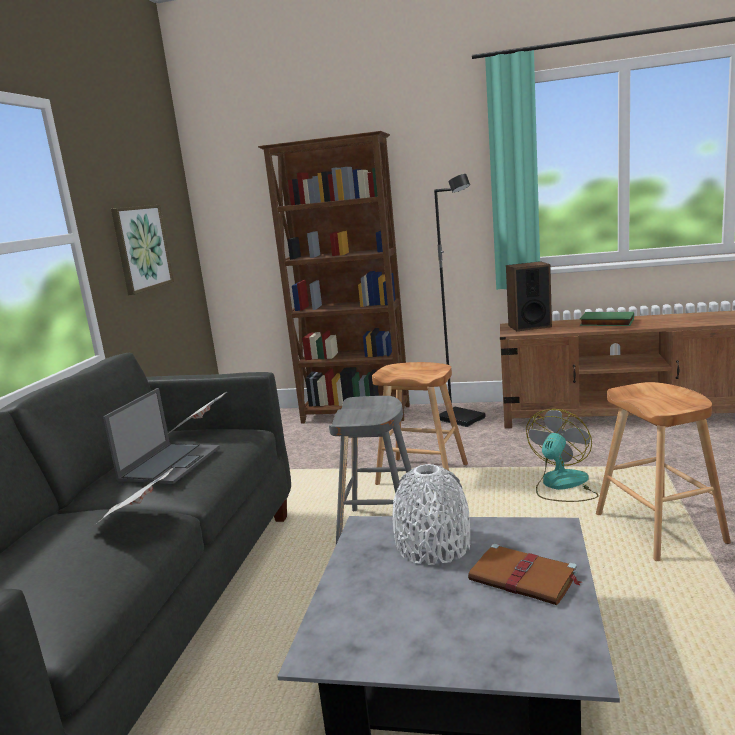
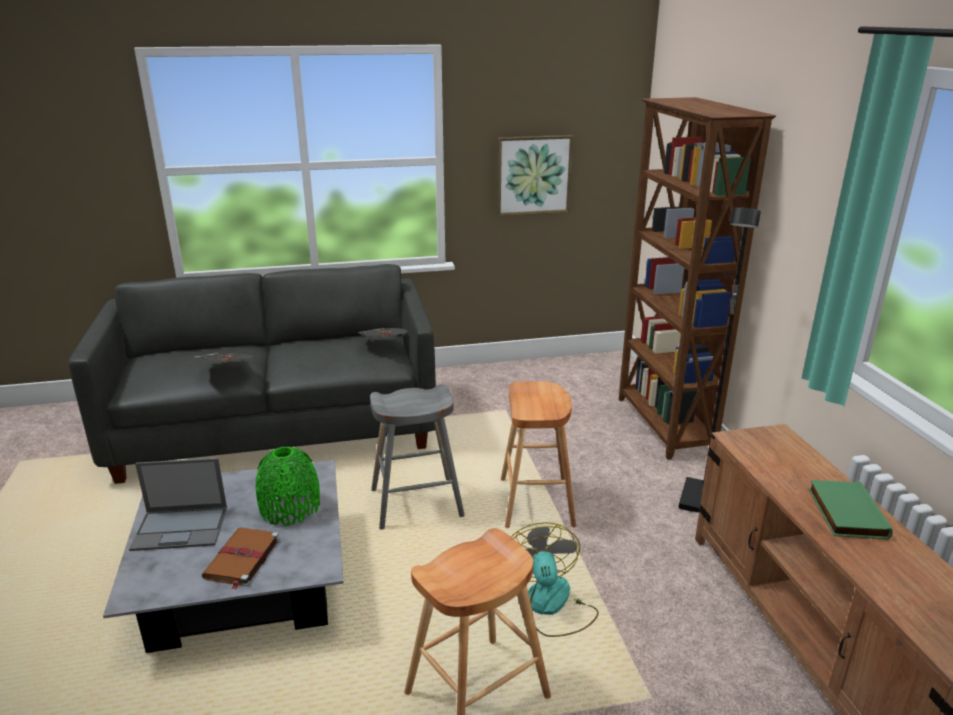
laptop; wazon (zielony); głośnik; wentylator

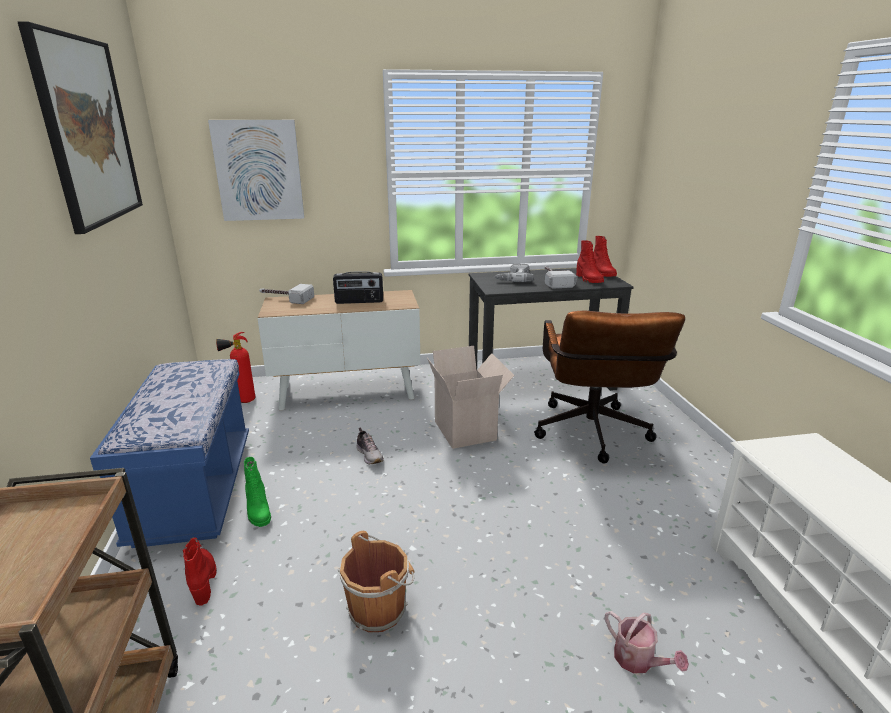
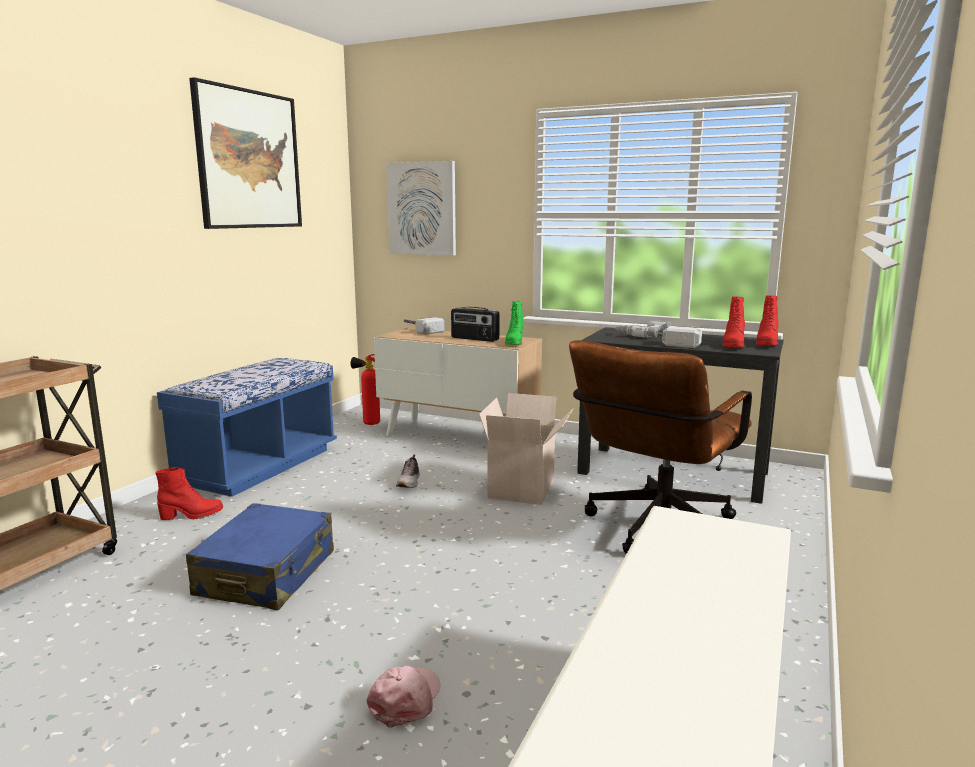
but z cholewką (czerwony) (no. 1 from left); but z cholewką (zielony); walizka (niebieski); czapka z daszkiem (różowy)

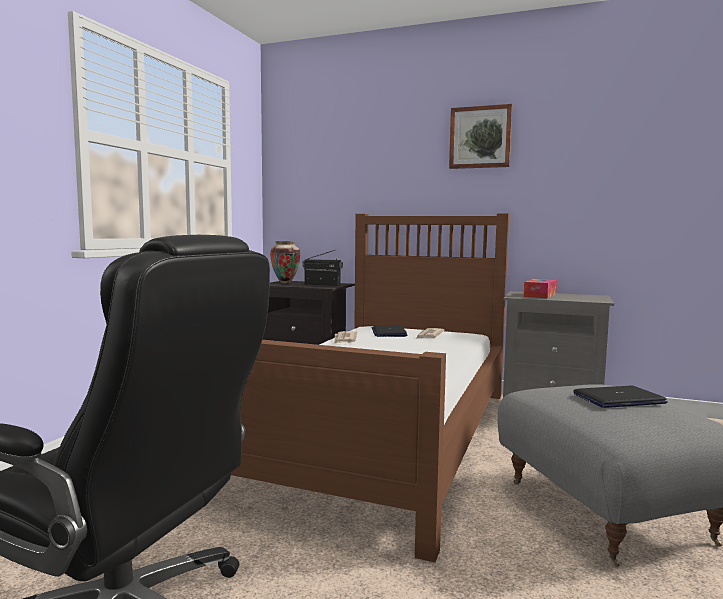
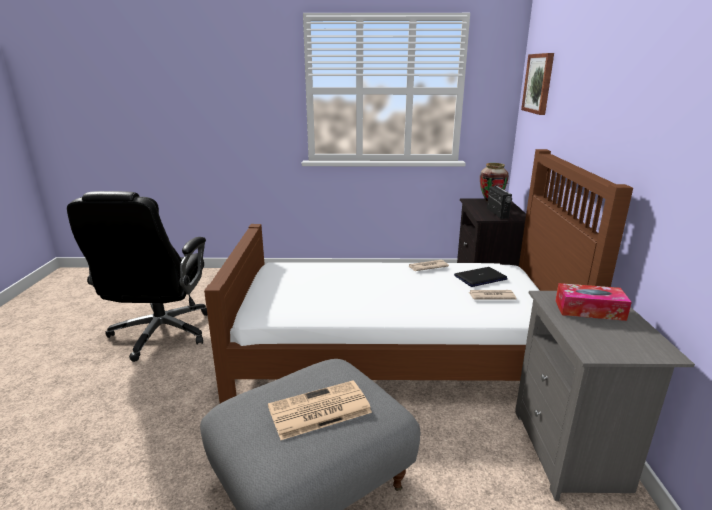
obraz; gazeta (no. 1 from left)

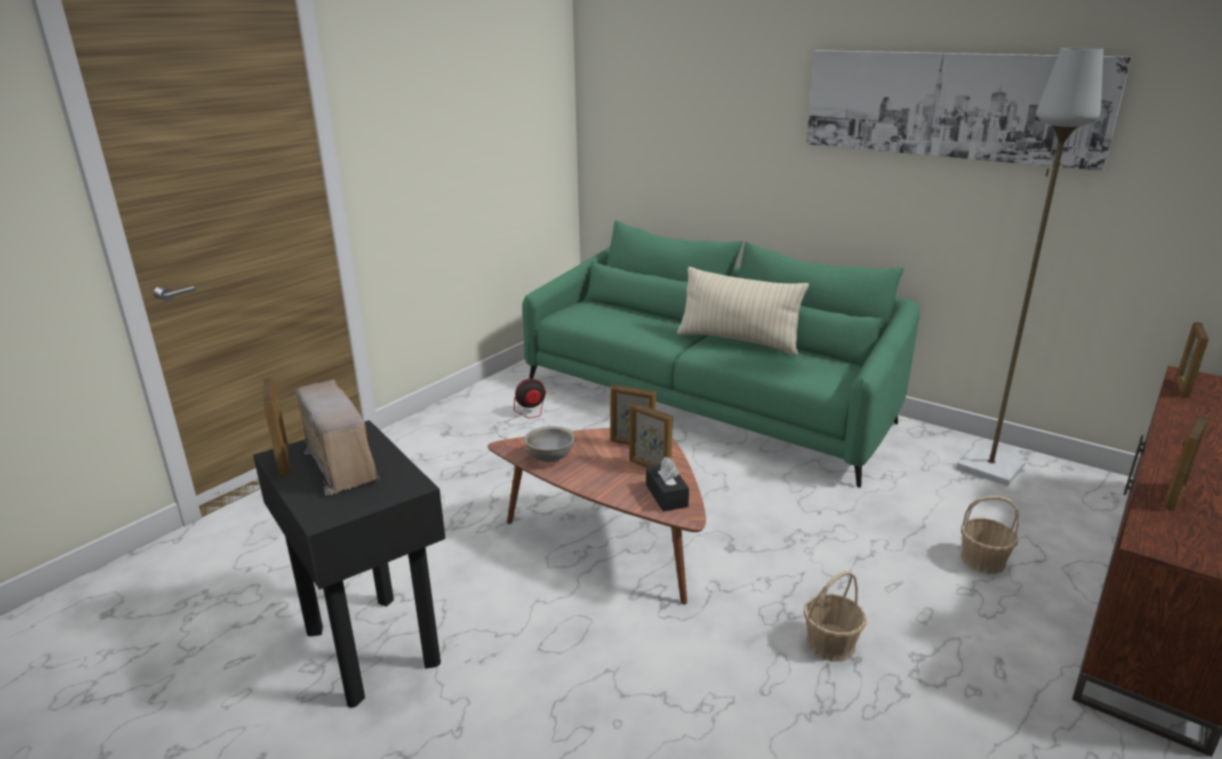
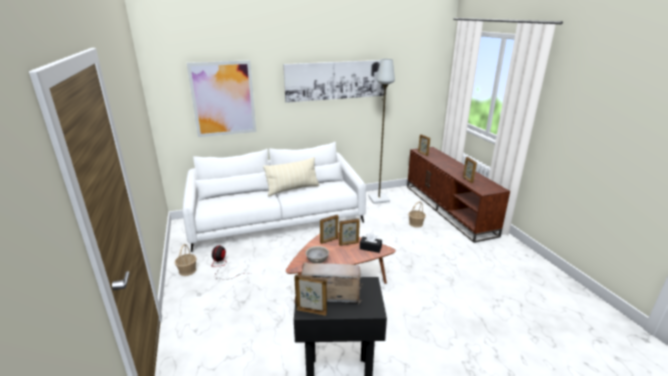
kanapa (biały); koszyk (no. 1 from left); obraz (no. 1 from left)

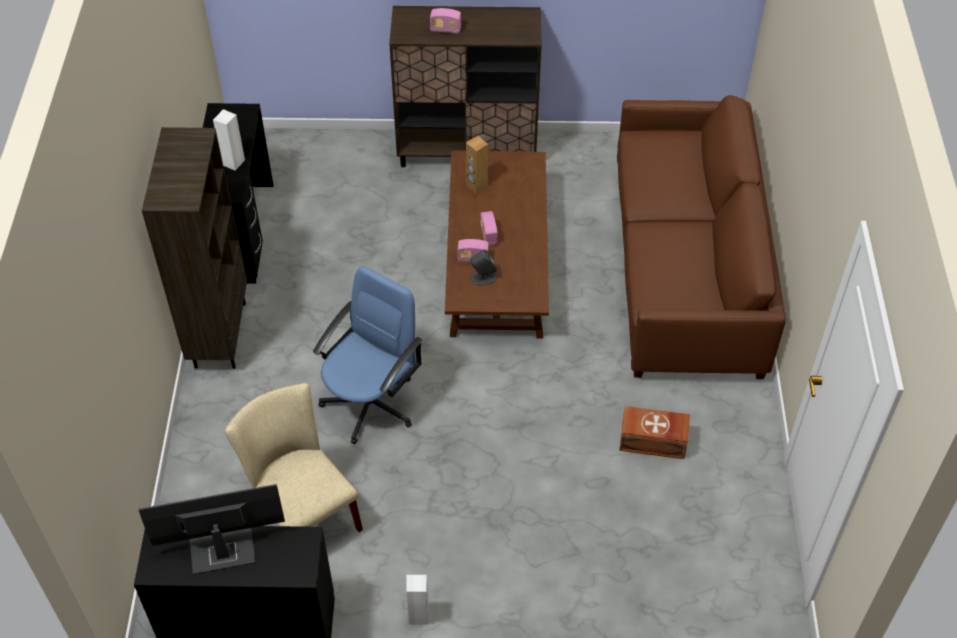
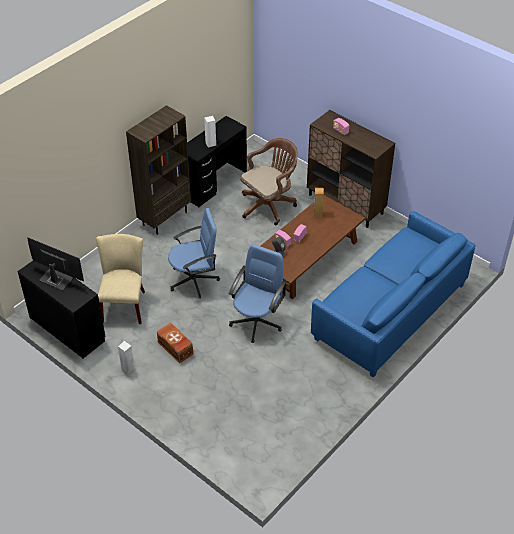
kanapa (niebieski); pojemnik do przechowywania (brązowy); krzesło biurowe (niebieski) (no. 2 from left); krzesło biurowe (brązowy)

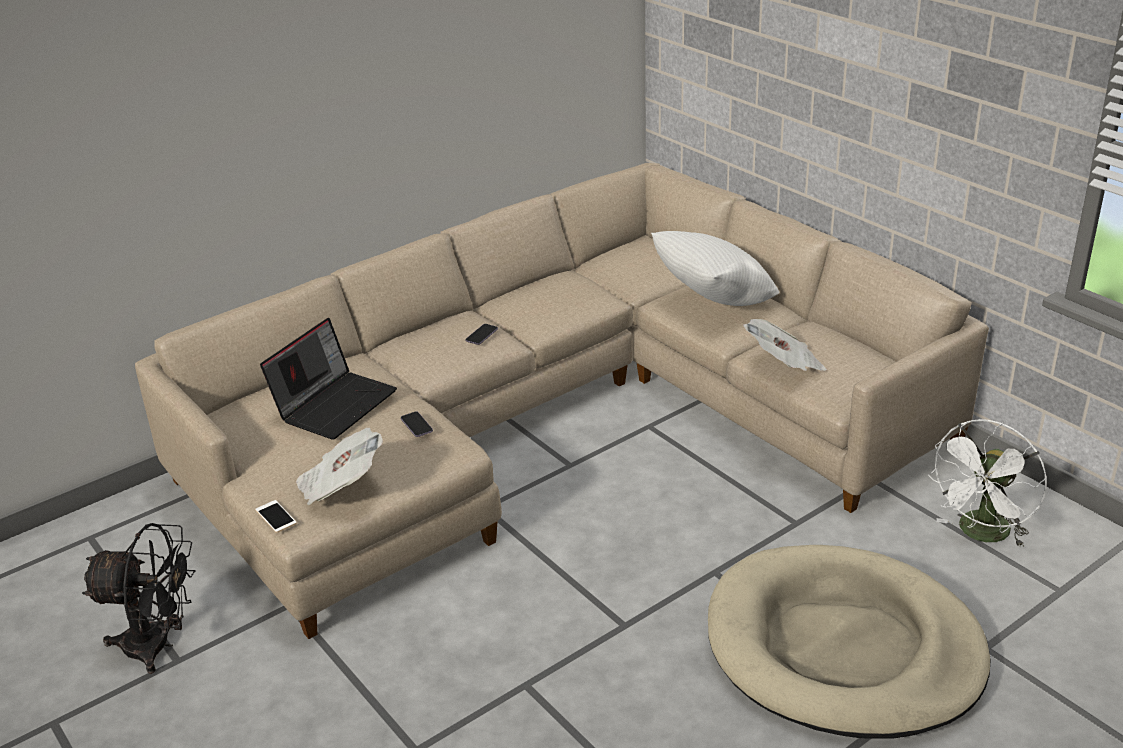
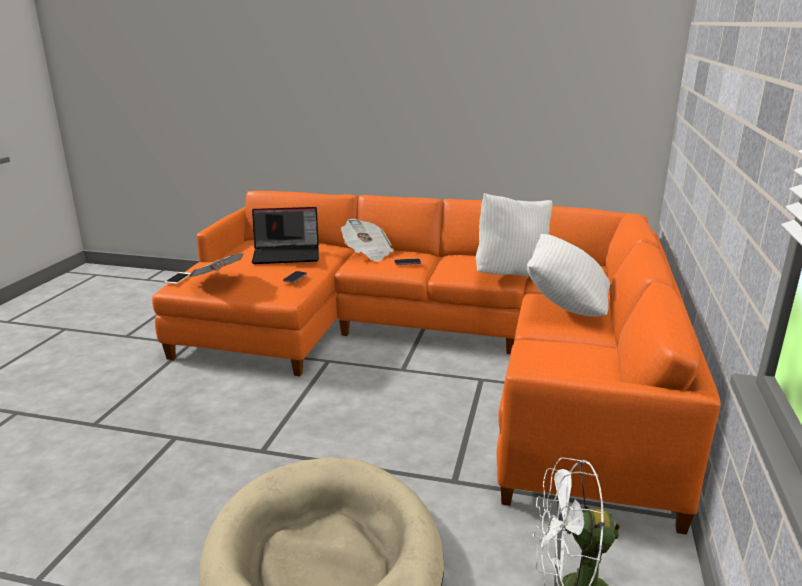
wentylator (czarny); kanapa (pomarańczowy); gazeta (no. 2 from left); poduszka (biały) (no. 1 from left)

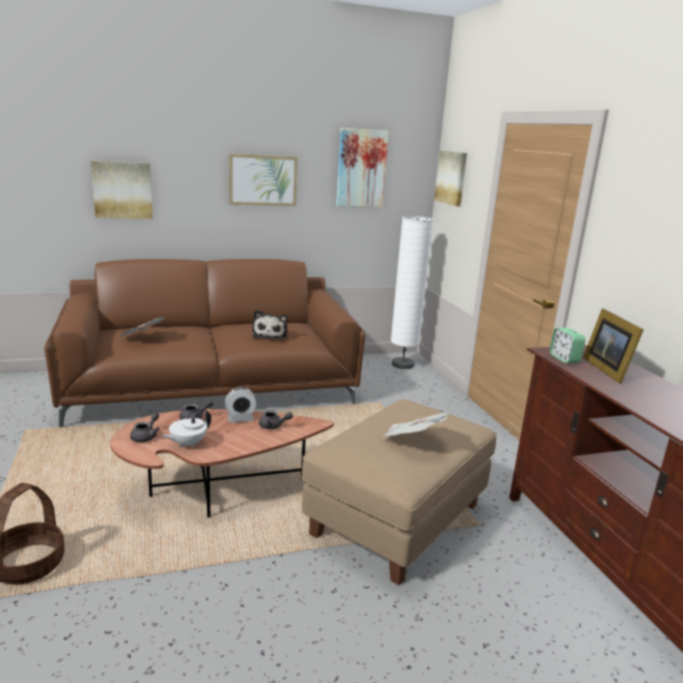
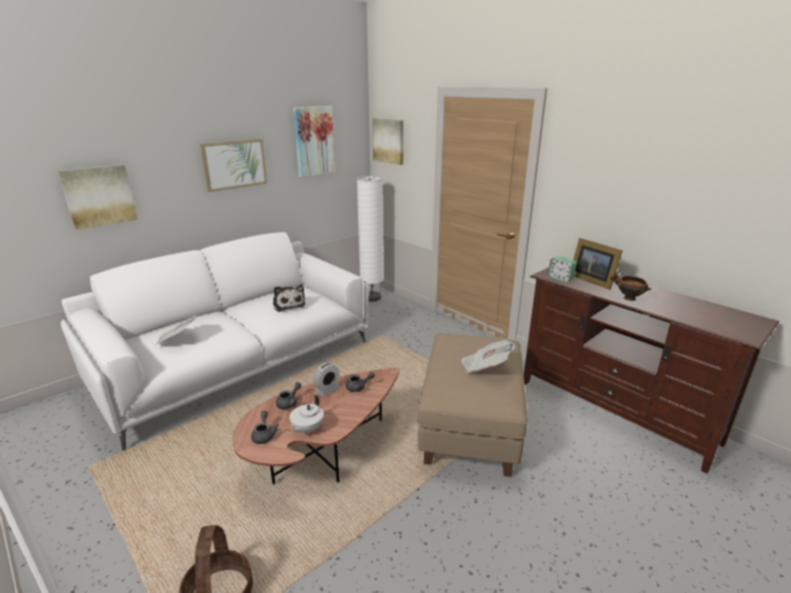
kanapa (biały); miska

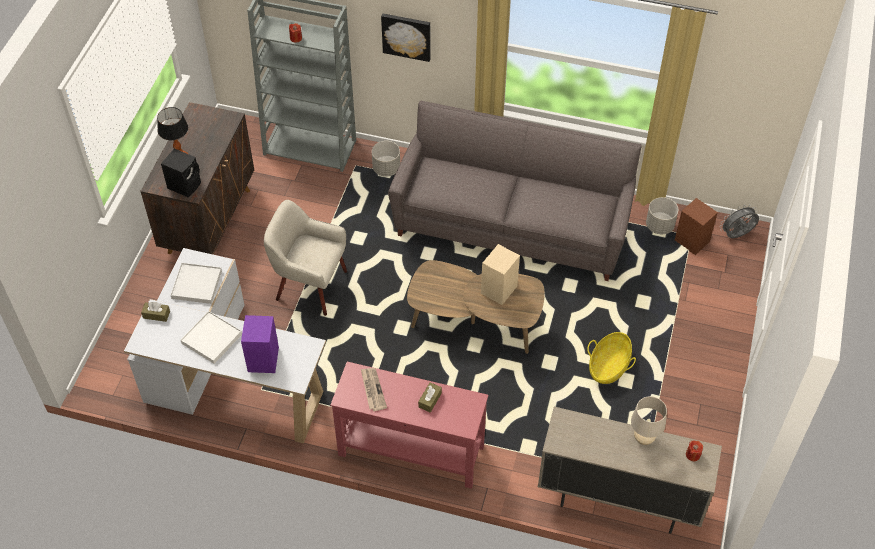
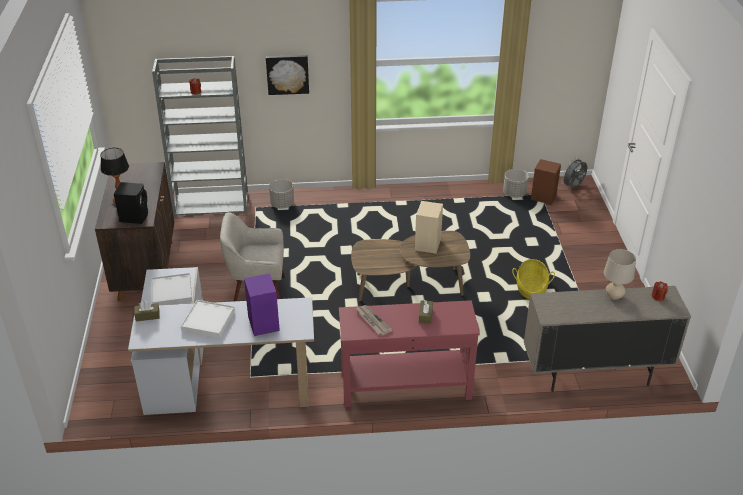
kanapa (szary)

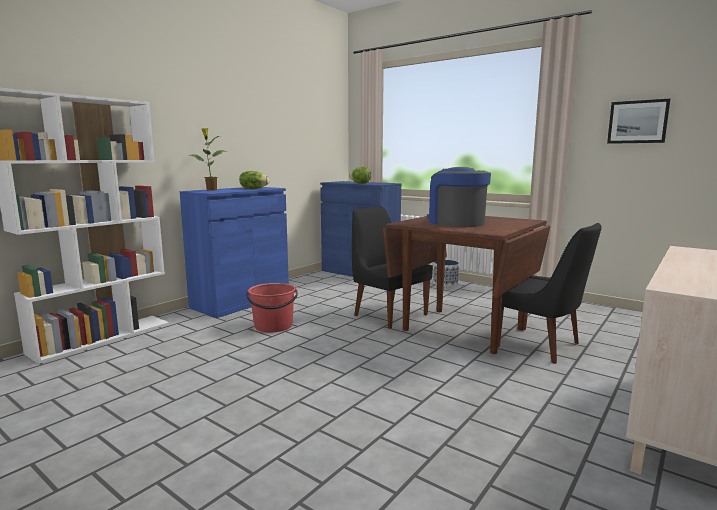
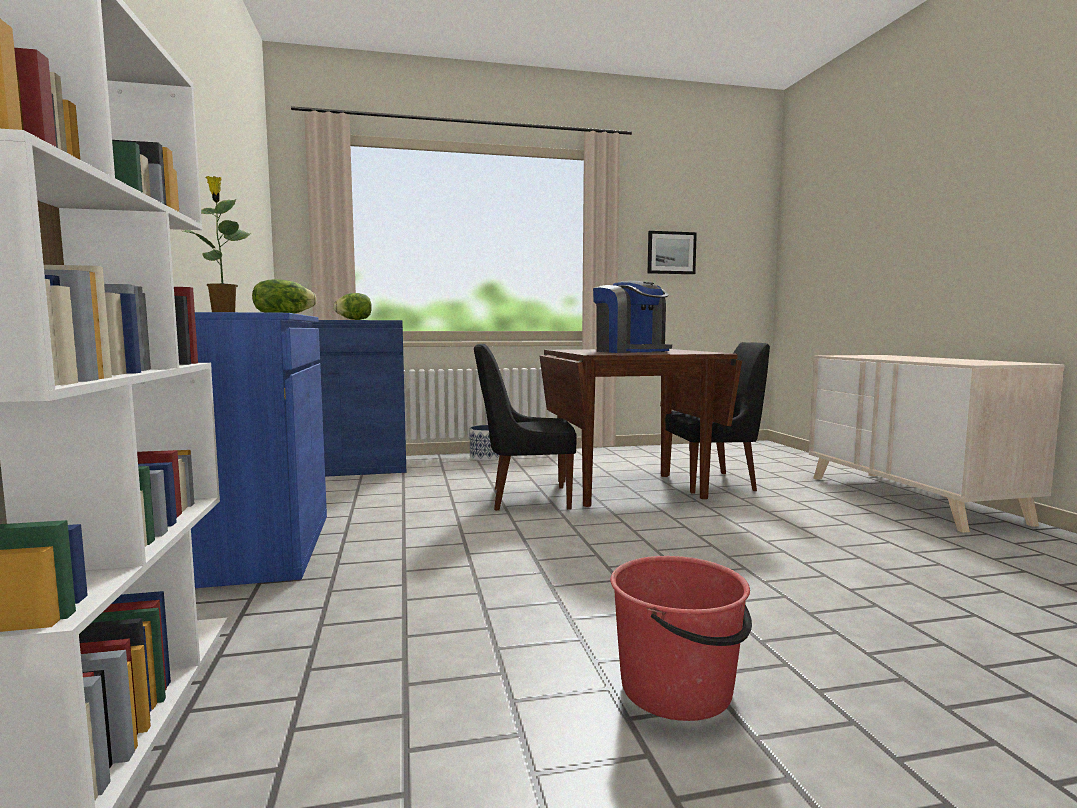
wiadro (czerwony); ekspres do kawy

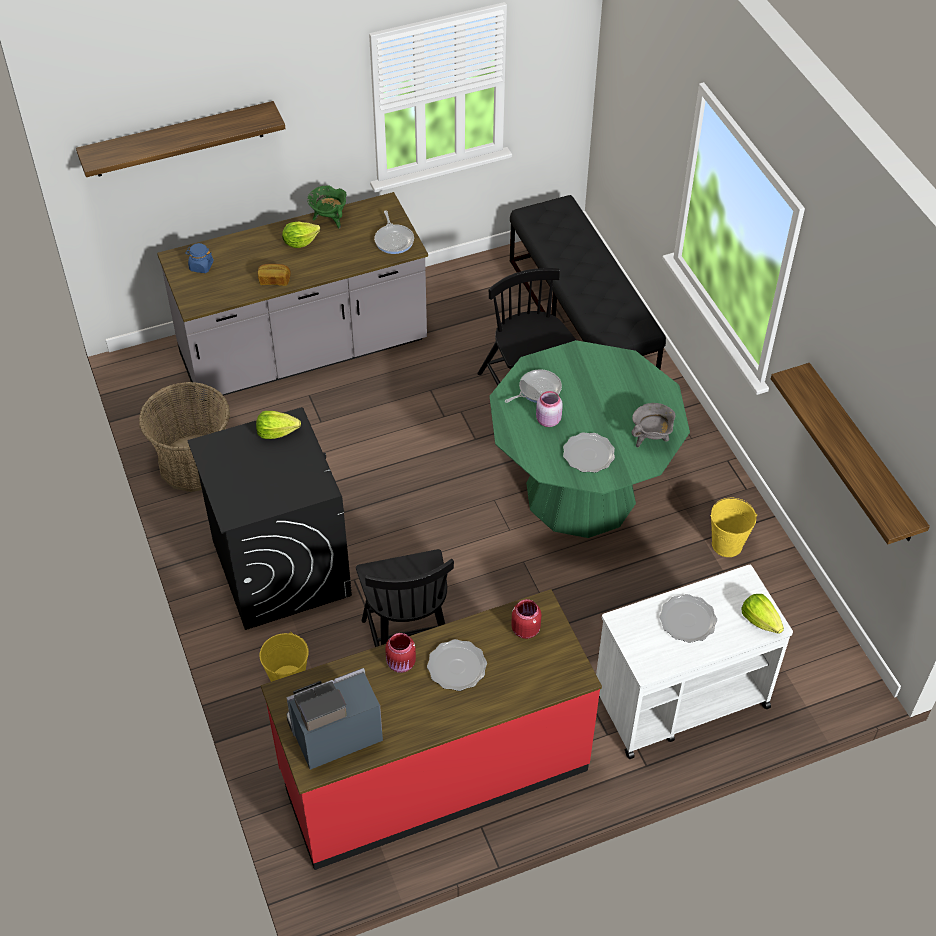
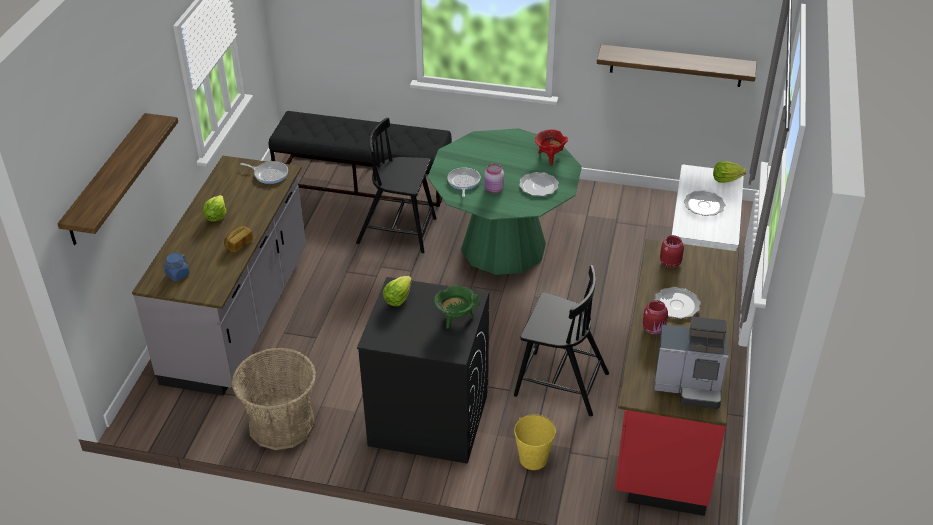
ekspres do kawy; garnek (zielony); garnek (czerwony); wiadro (żółty) (no. 2 from left in the first image)

